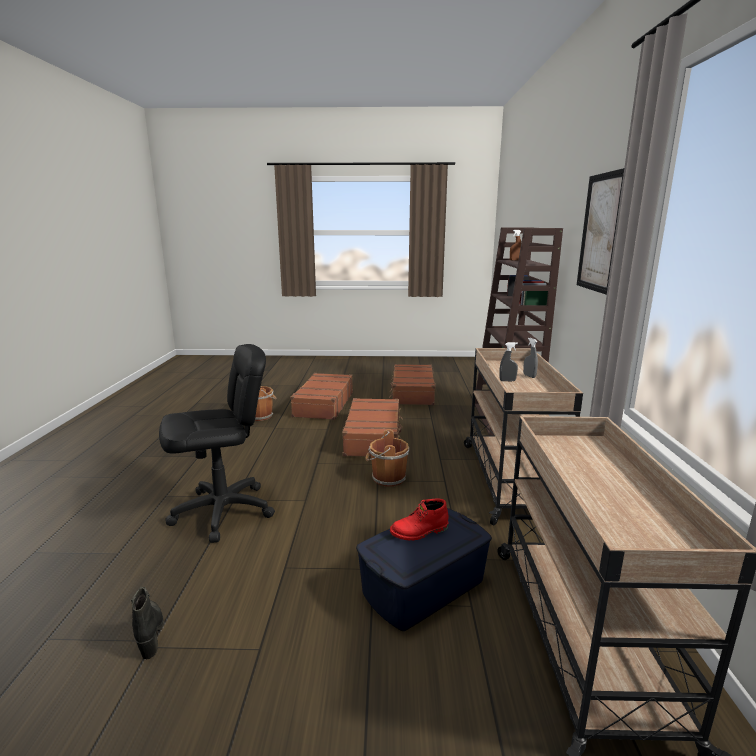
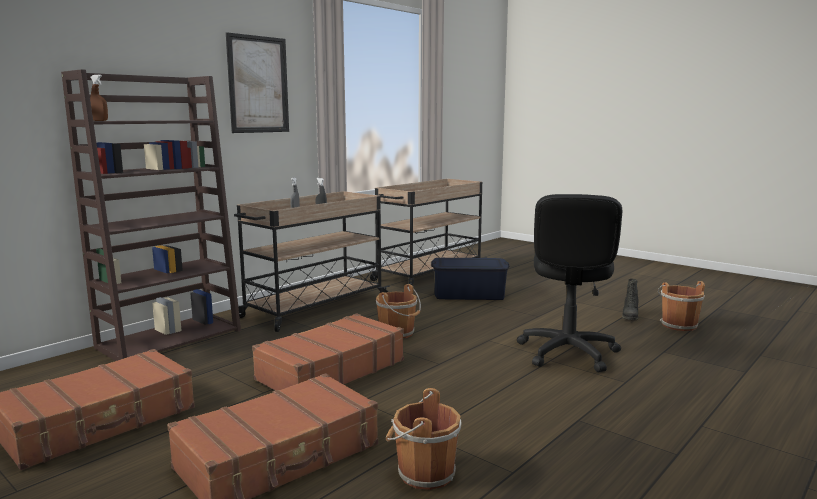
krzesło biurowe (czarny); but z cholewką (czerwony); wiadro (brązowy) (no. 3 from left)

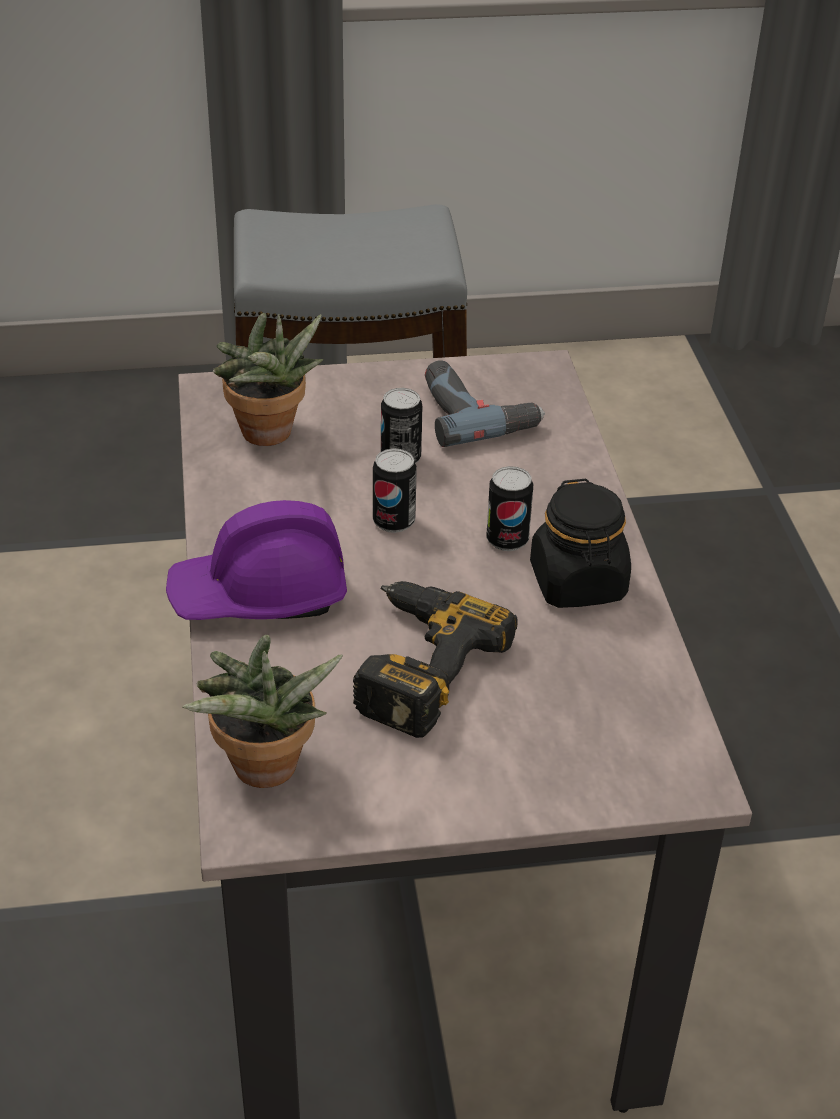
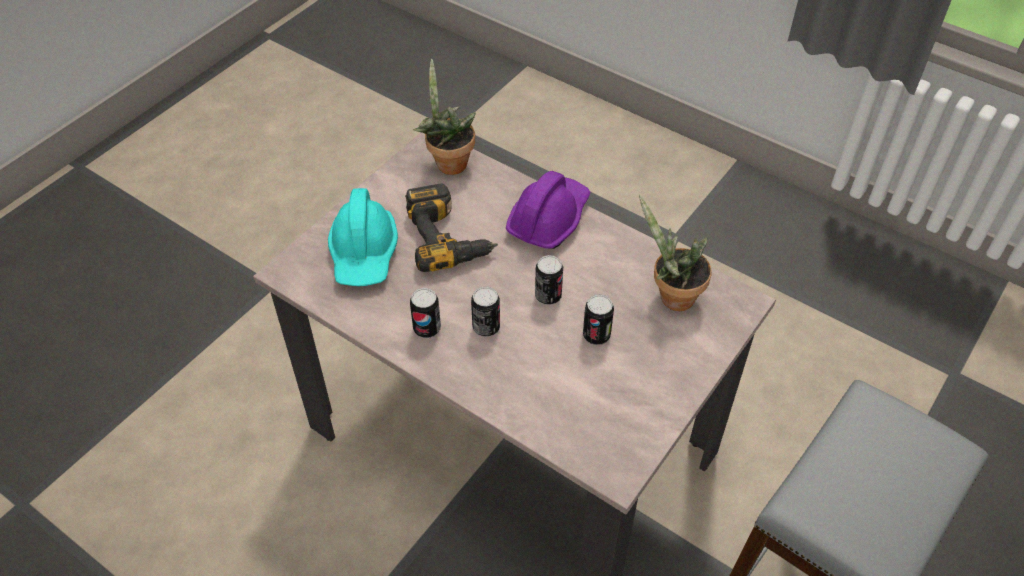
wiertarka (no. 2 from left in the first image); puszka (no. 1 from left); kask (turkusowy)

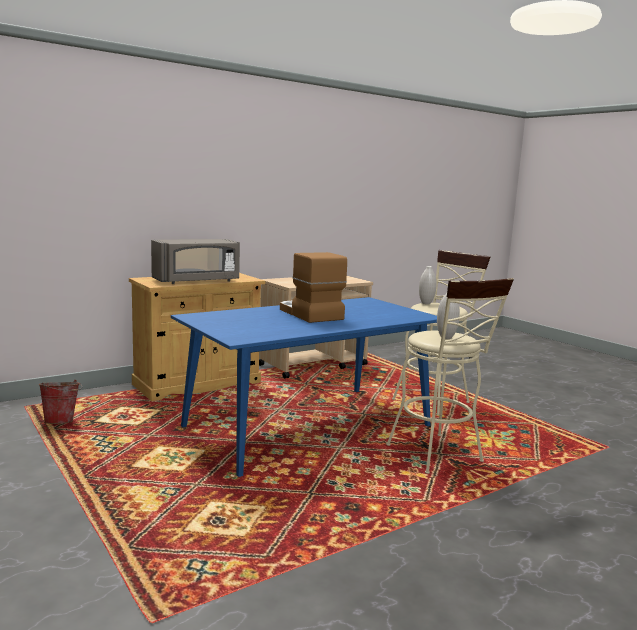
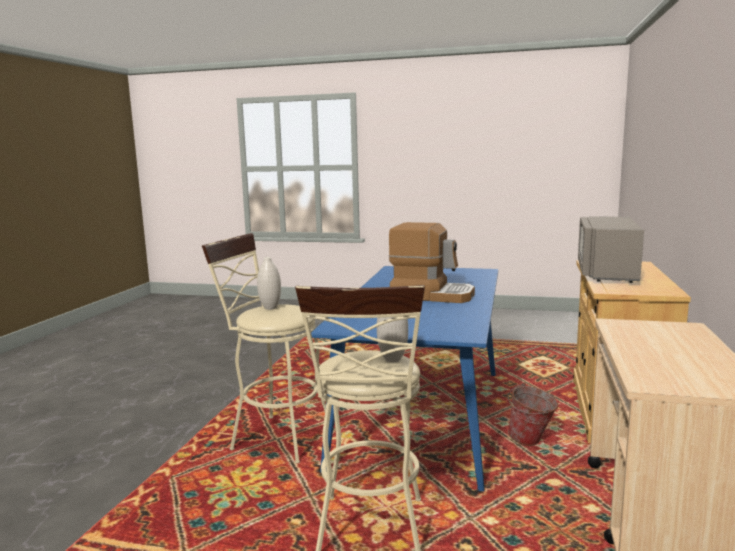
wiadro

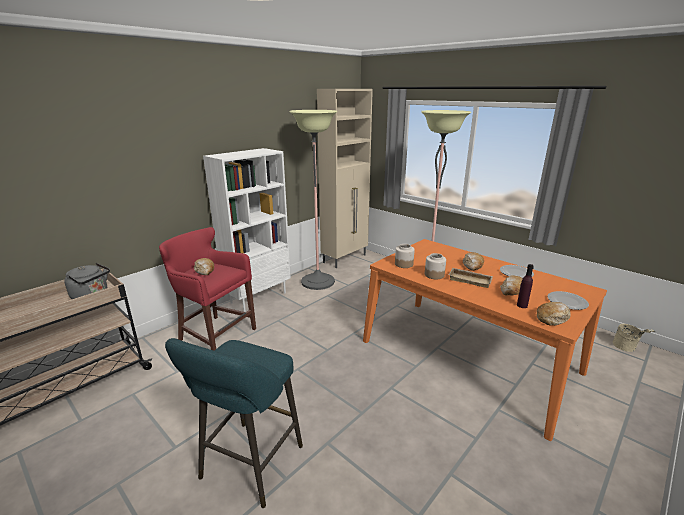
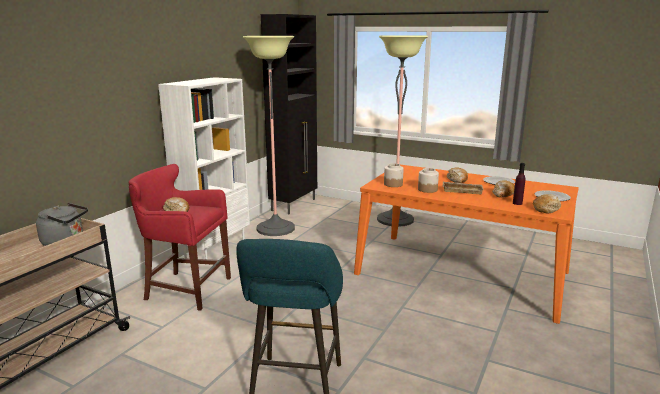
szafka (czarny); wiadro (beżowy)

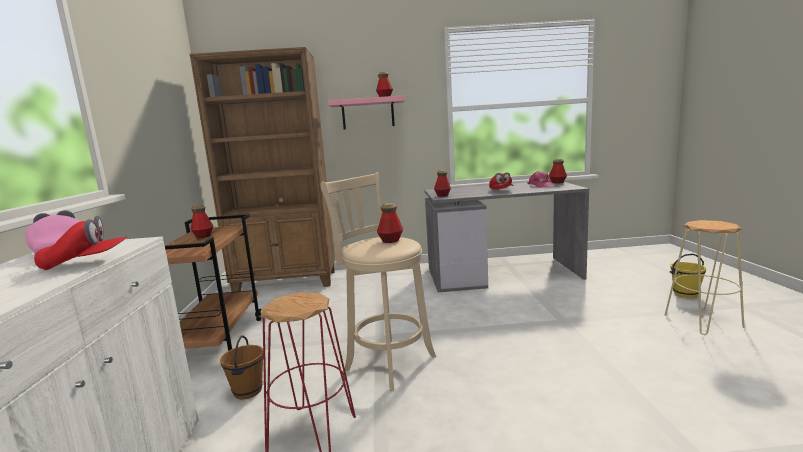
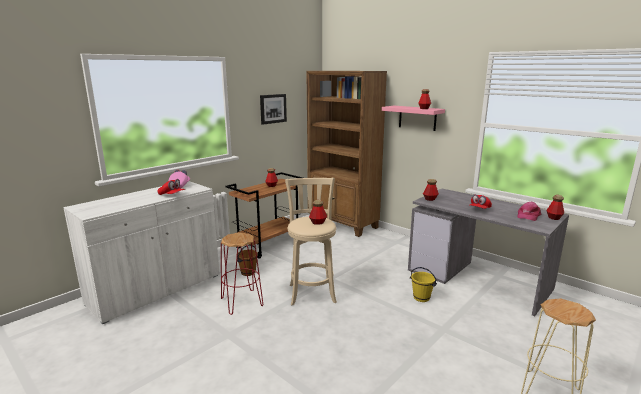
wiadro (żółty); obraz

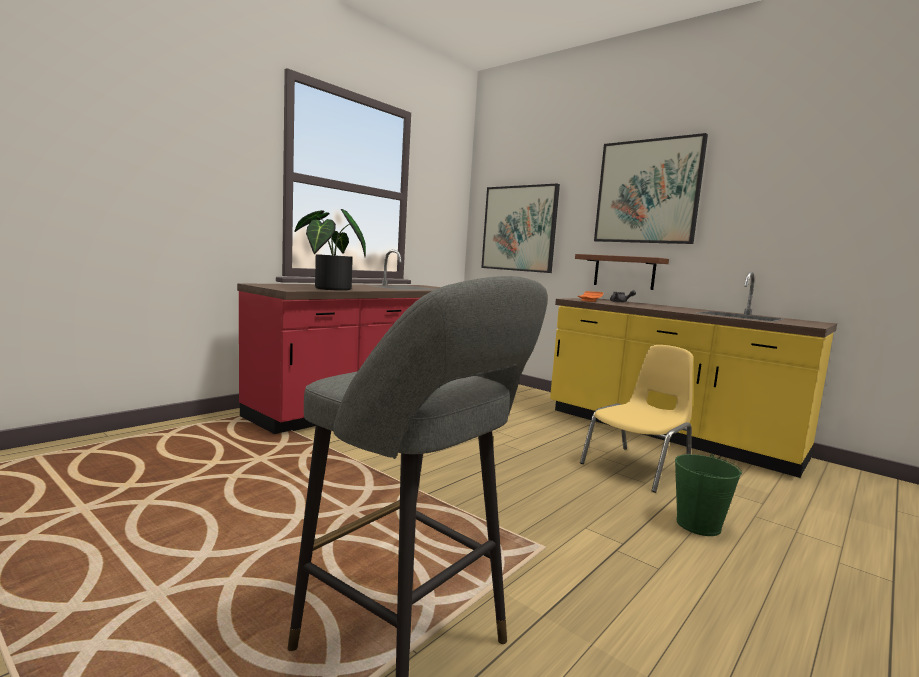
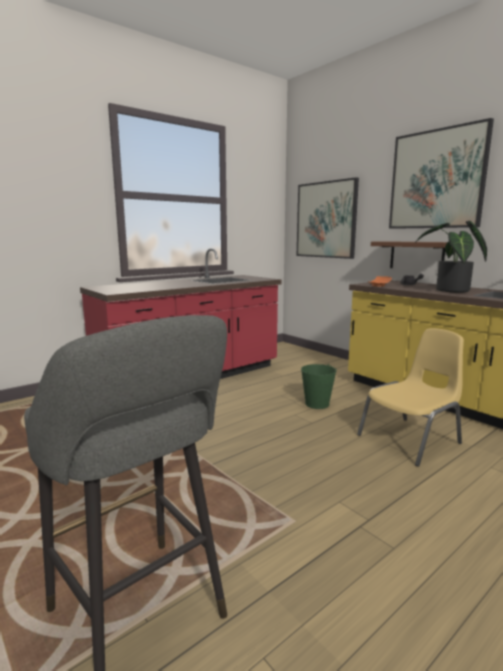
roślina doniczkowa; wiadro (zielony)

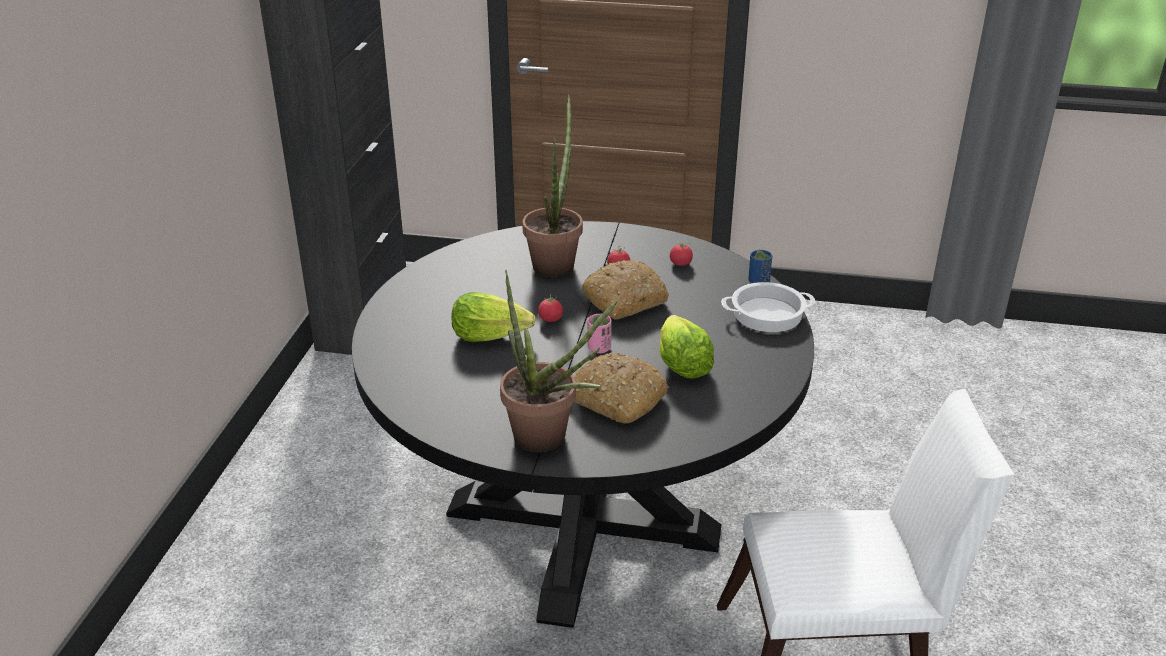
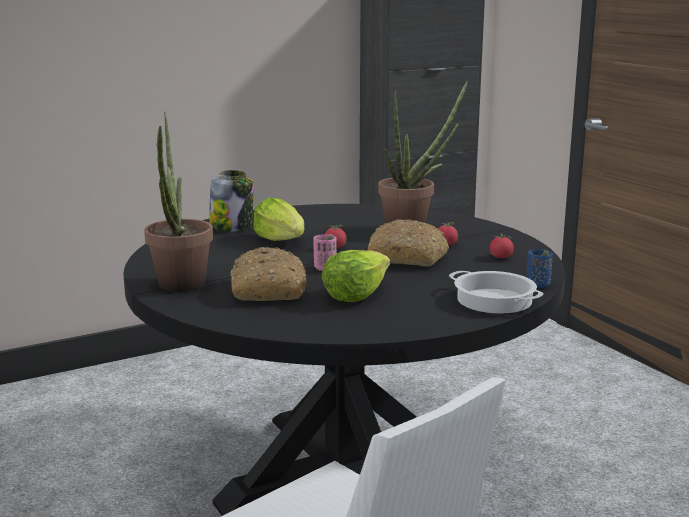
słoik

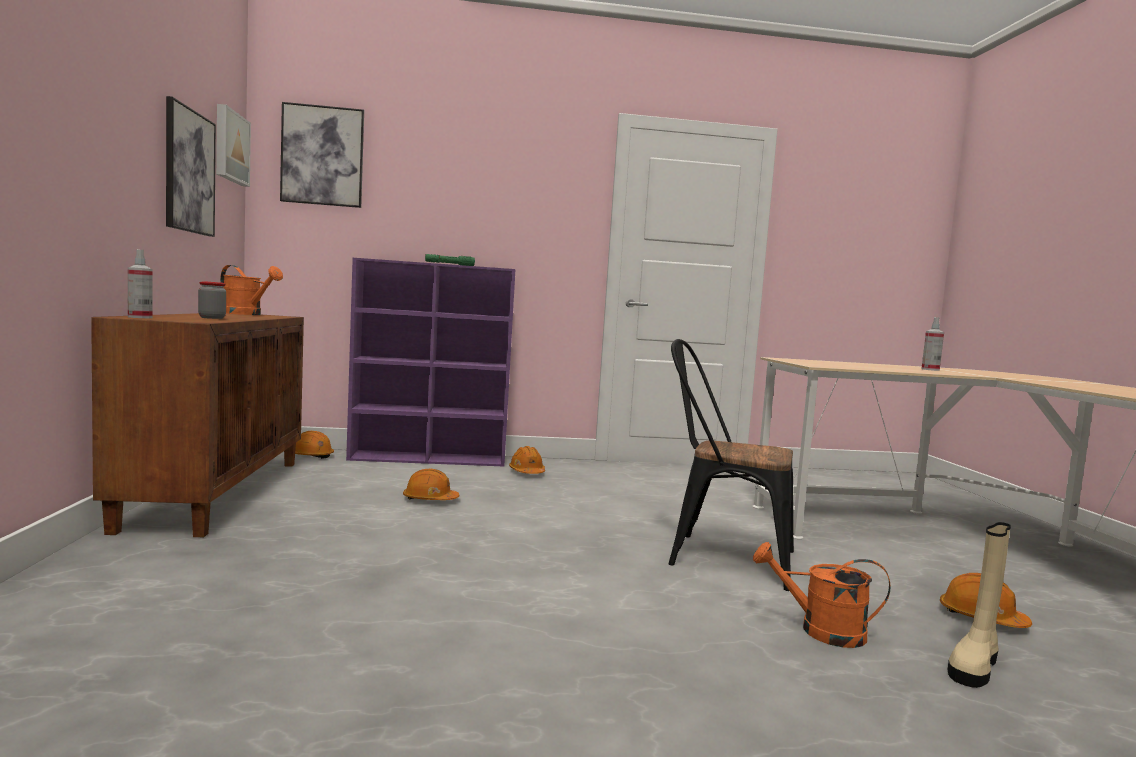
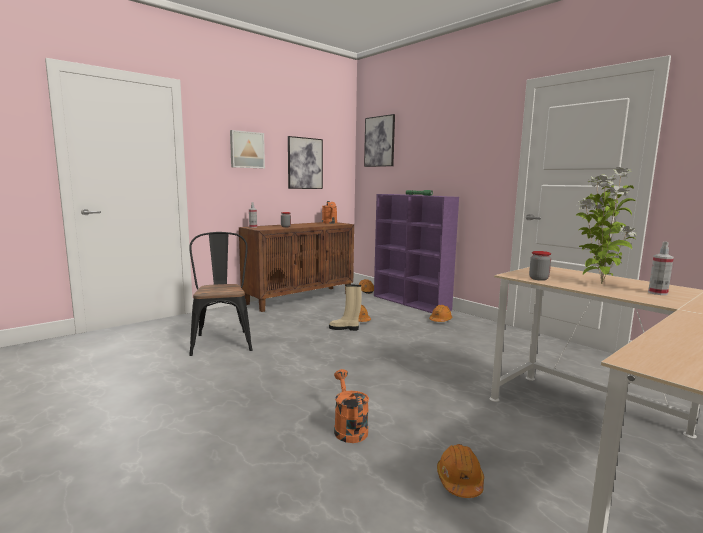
obraz (no. 1 from left); krzesło (czarny); but z cholewką (beżowy); słoik (no. 2 from left); roślina doniczkowa

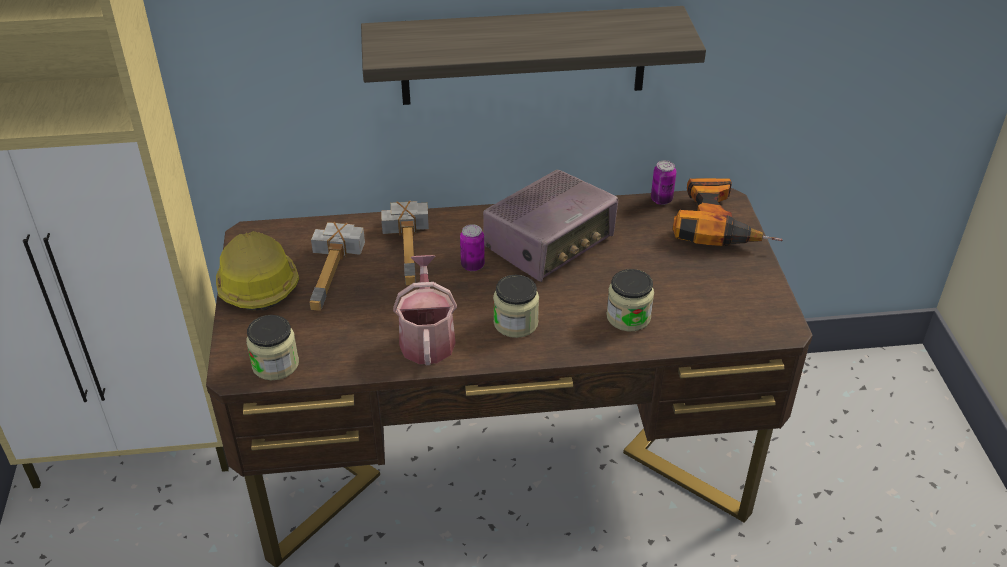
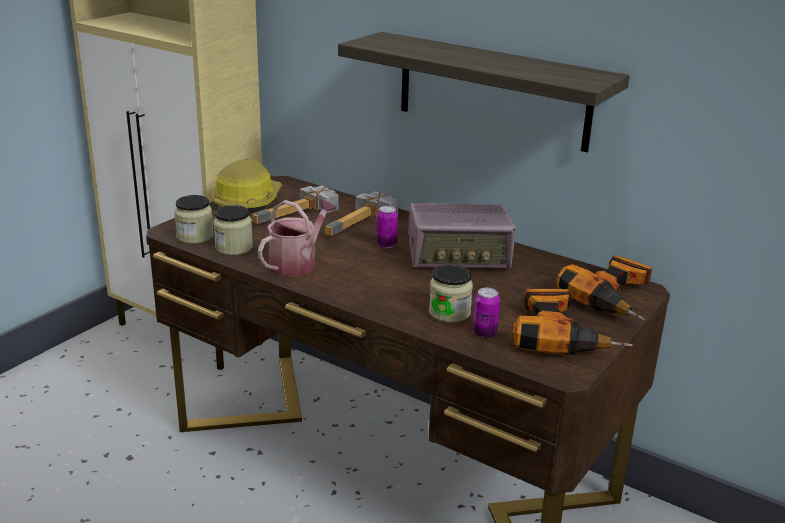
słoik (no. 2 from left); puszka (no. 2 from left); wiertarka (no. 1 from left)

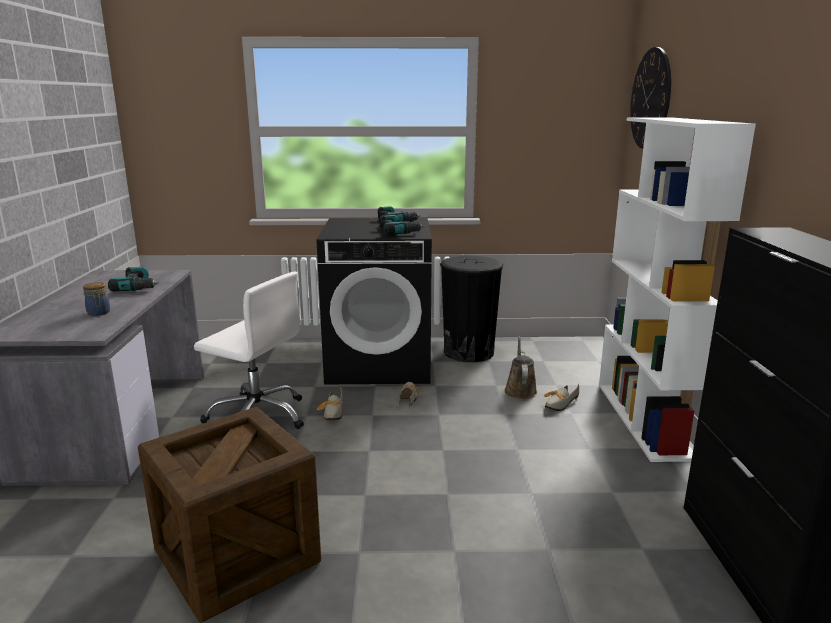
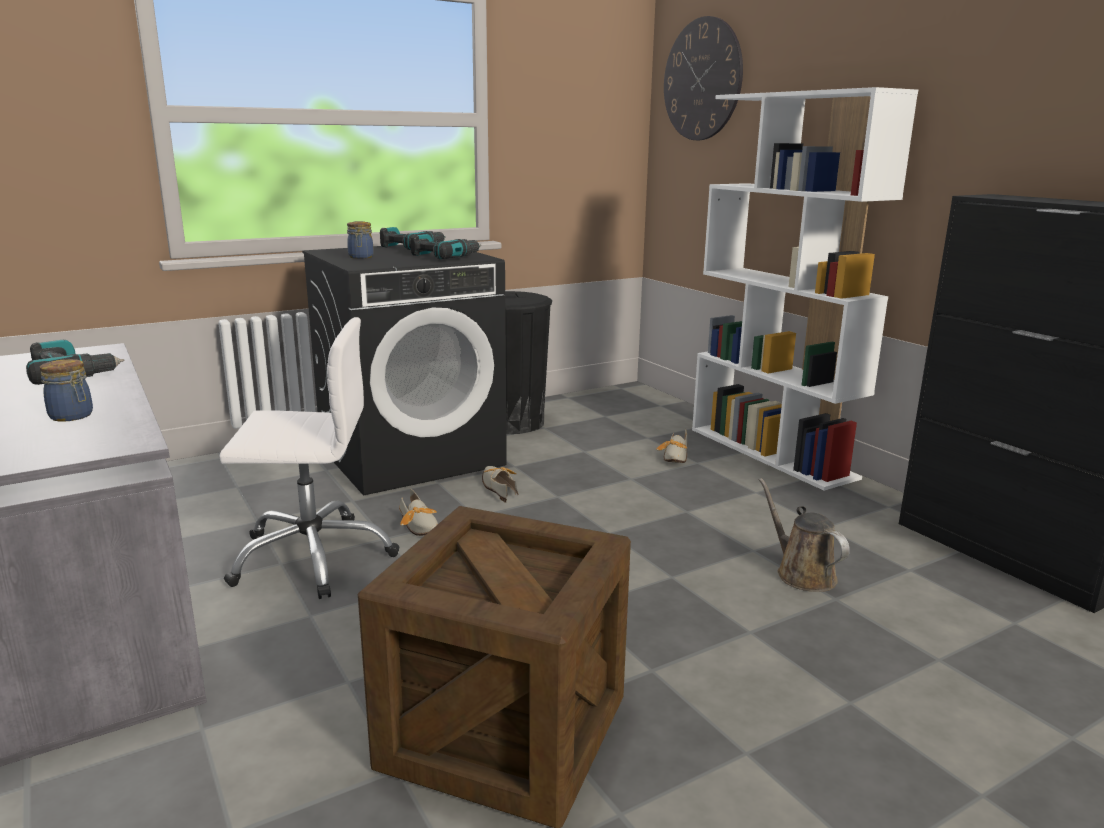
konewka (brązowy); słoik (no. 2 from left)

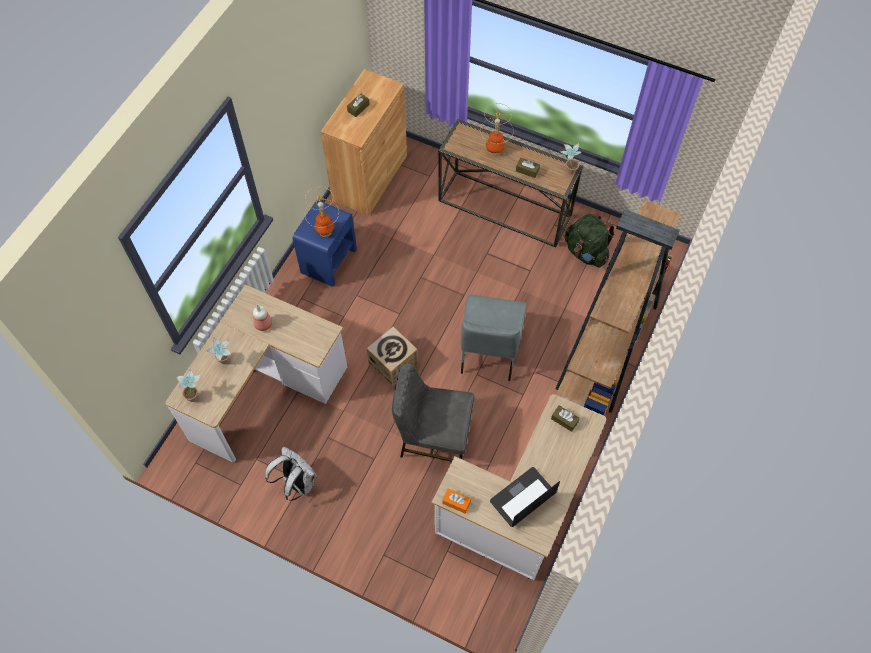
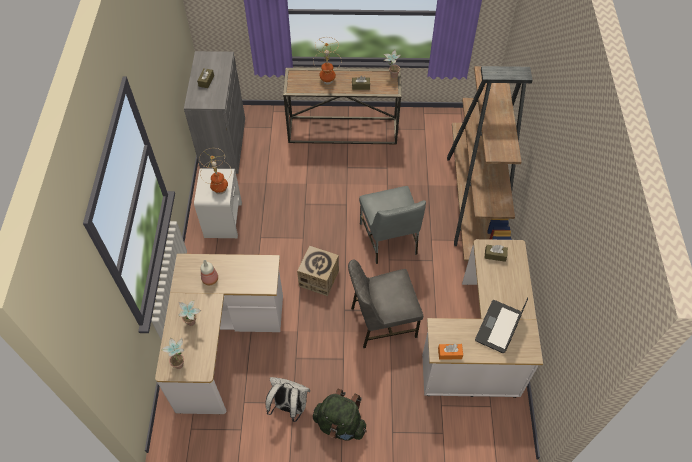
szafka nocna (biały); szafka (szary); plecak (zielony)

